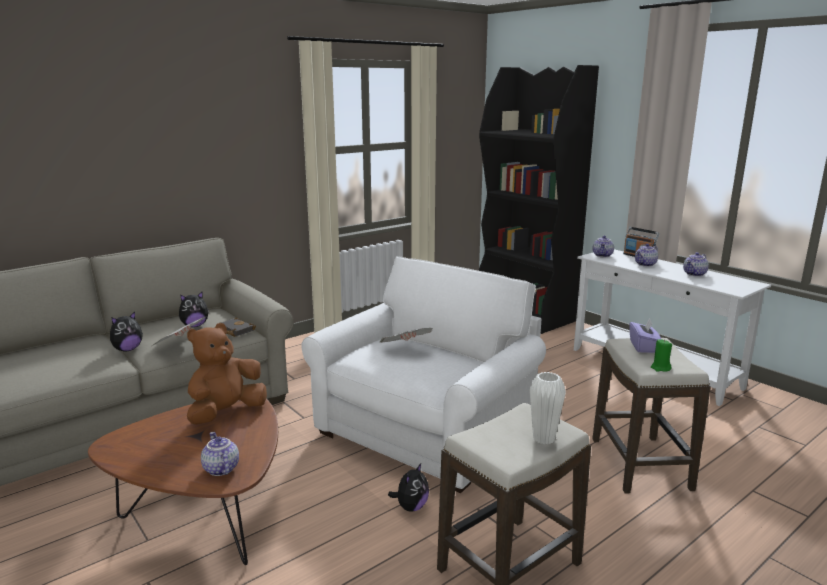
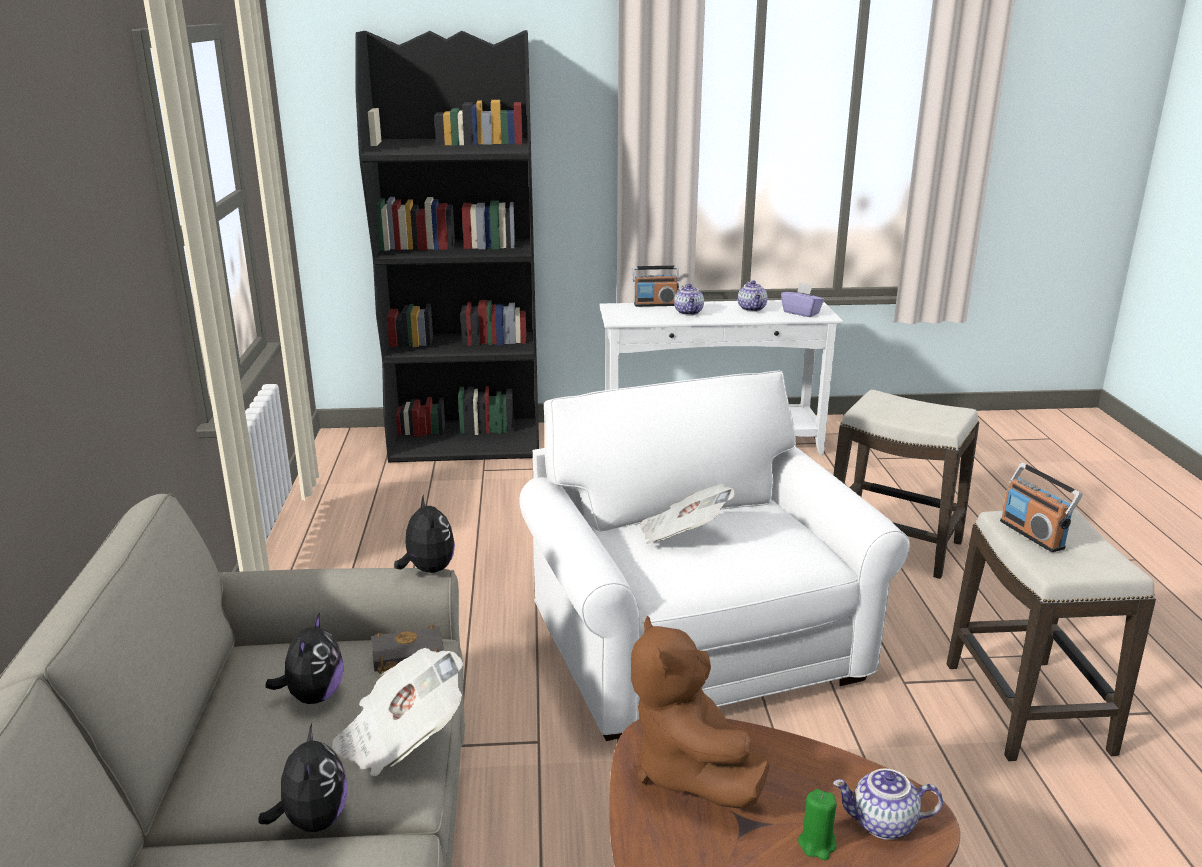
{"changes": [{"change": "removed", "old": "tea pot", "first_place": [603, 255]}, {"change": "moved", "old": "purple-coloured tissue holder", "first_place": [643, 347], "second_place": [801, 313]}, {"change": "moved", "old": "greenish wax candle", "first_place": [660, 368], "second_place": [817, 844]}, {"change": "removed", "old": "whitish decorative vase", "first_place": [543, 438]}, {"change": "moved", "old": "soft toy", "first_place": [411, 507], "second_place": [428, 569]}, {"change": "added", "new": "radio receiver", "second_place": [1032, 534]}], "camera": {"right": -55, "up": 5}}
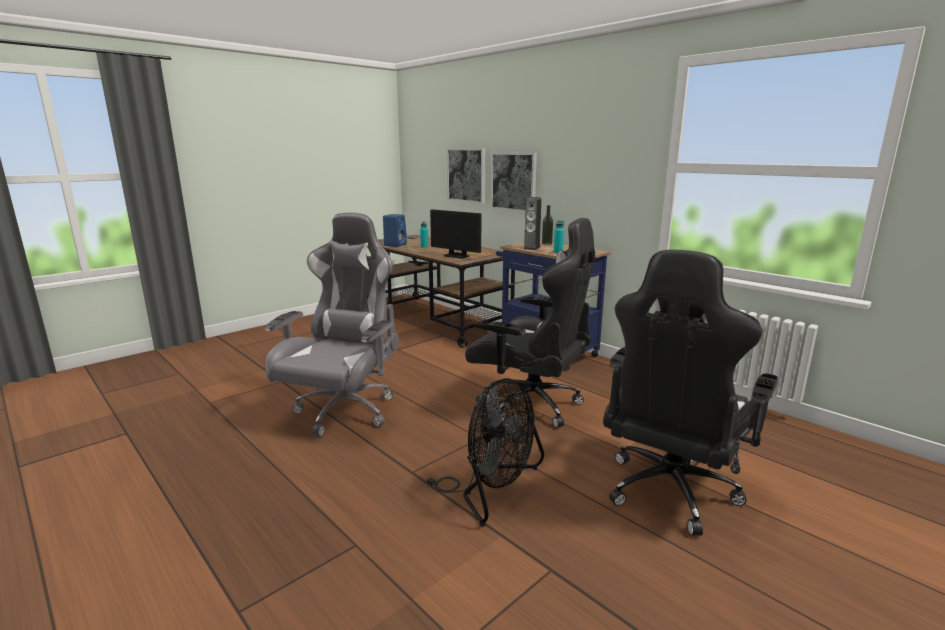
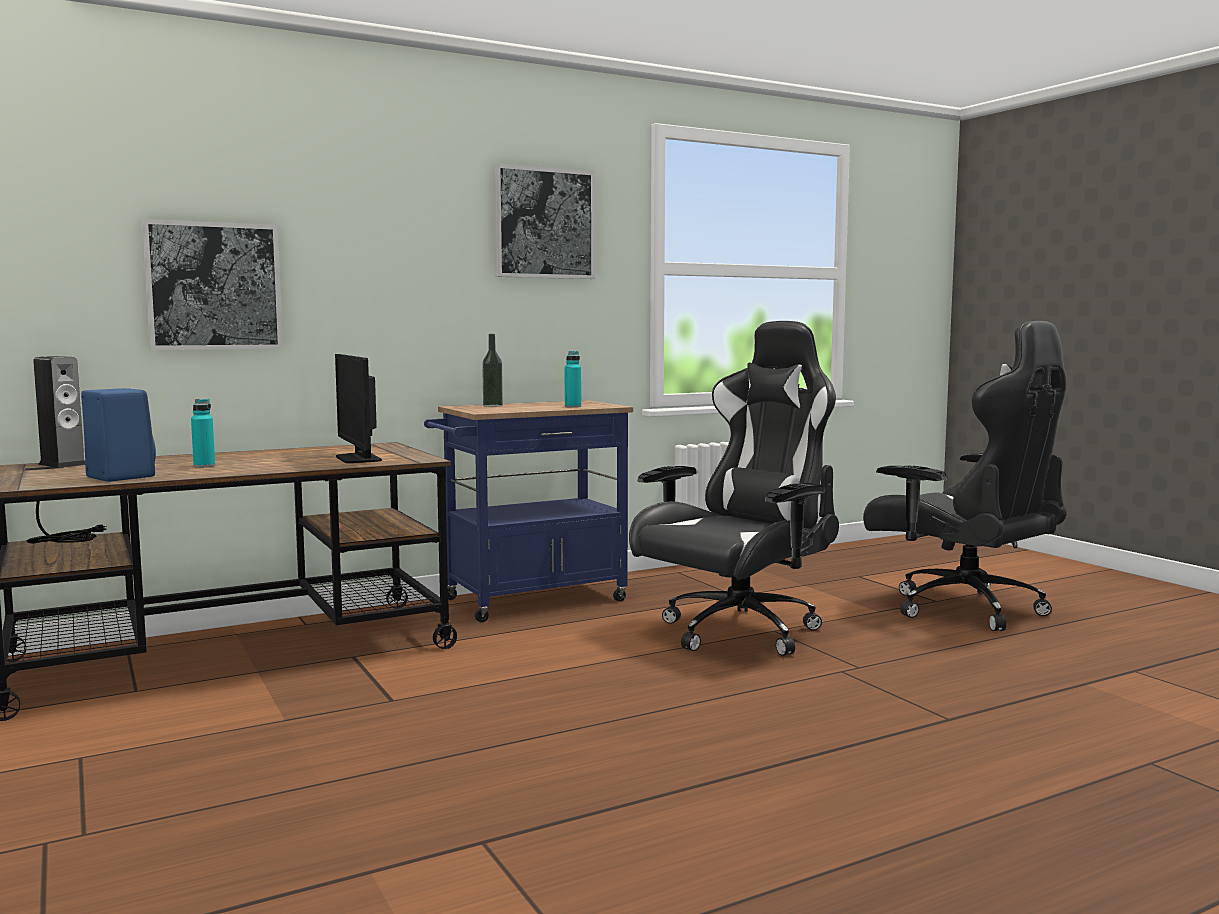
{"changes": [{"change": "moved", "old": "wall art", "first_place": [514, 181], "second_place": [544, 223]}, {"change": "moved", "old": "speaker", "first_place": [532, 248], "second_place": [62, 464]}, {"change": "turned", "old": "computer display", "first_place": [456, 256], "second_place": [358, 459], "degrees": 105}, {"change": "removed", "old": "greyish office chair", "first_place": [342, 414]}, {"change": "removed", "old": "black fan", "first_place": [490, 489]}], "camera": {"right": -75, "up": -10}}
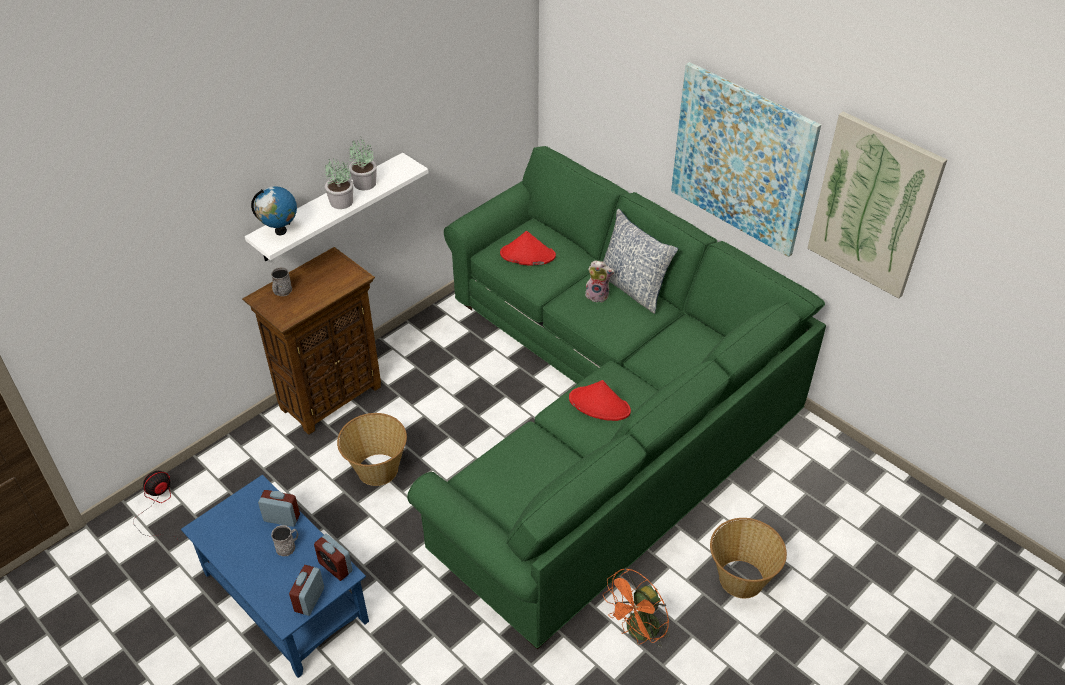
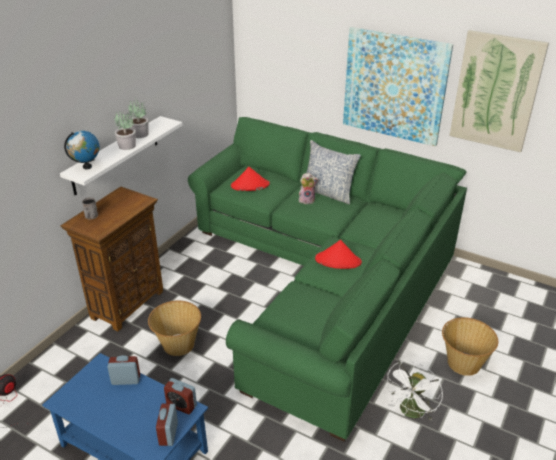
{"changes": [{"change": "removed", "old": "greyish coffee mug", "first_place": [288, 546]}, {"change": "recoloured", "old": "orange-coloured fan", "new": "whitish fan", "first_place": [638, 632], "second_place": [411, 413]}], "camera": {"right": -15, "up": -10}}
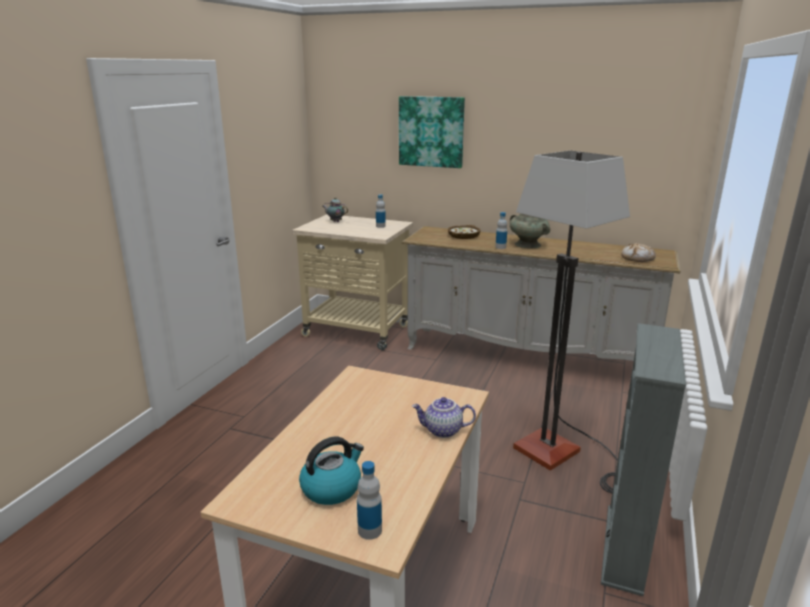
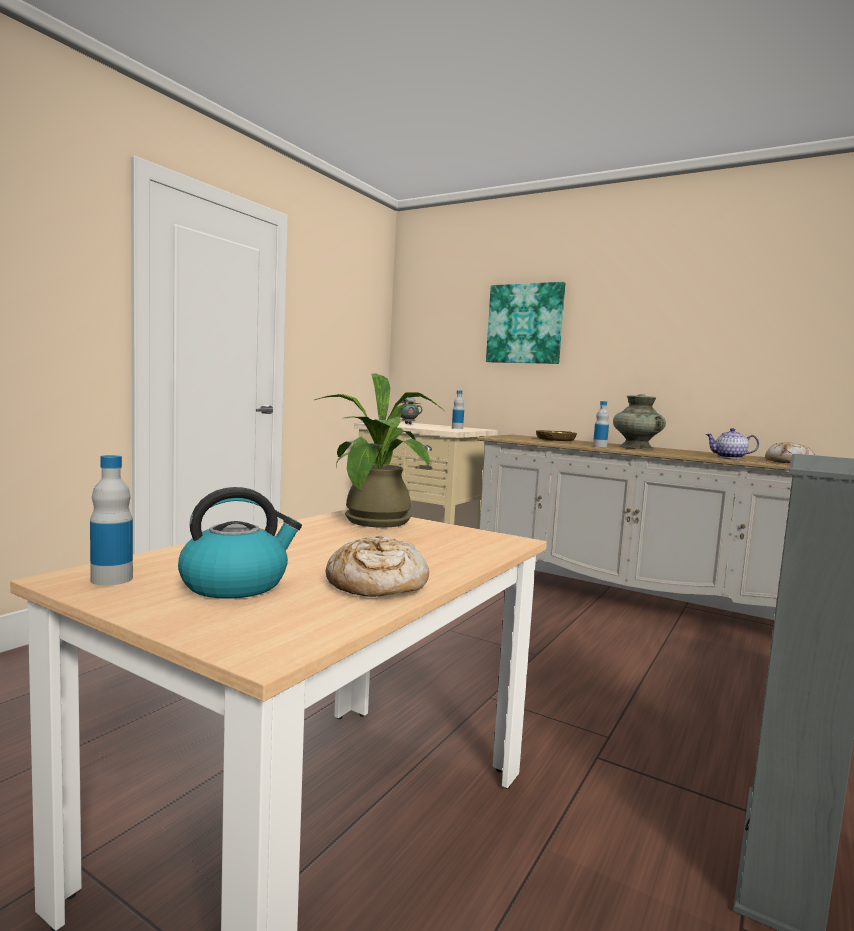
{"changes": [{"change": "removed", "old": "standing lamp", "first_place": [563, 456]}, {"change": "moved", "old": "tea pot", "first_place": [442, 431], "second_place": [729, 457]}, {"change": "moved", "old": "drink bottle", "first_place": [370, 530], "second_place": [112, 579]}, {"change": "added", "new": "houseplant", "second_place": [376, 523]}, {"change": "added", "new": "bakery bread", "second_place": [376, 584]}], "camera": {"right": 10, "up": -15}}
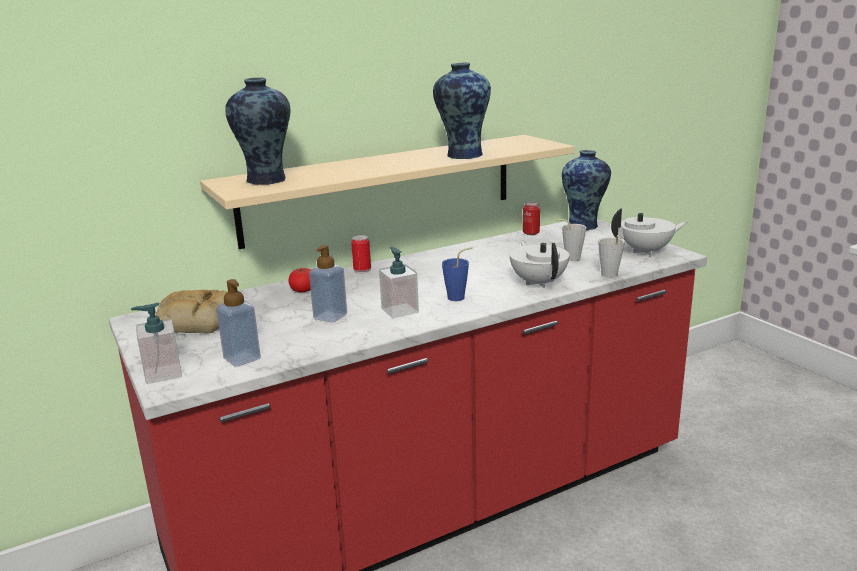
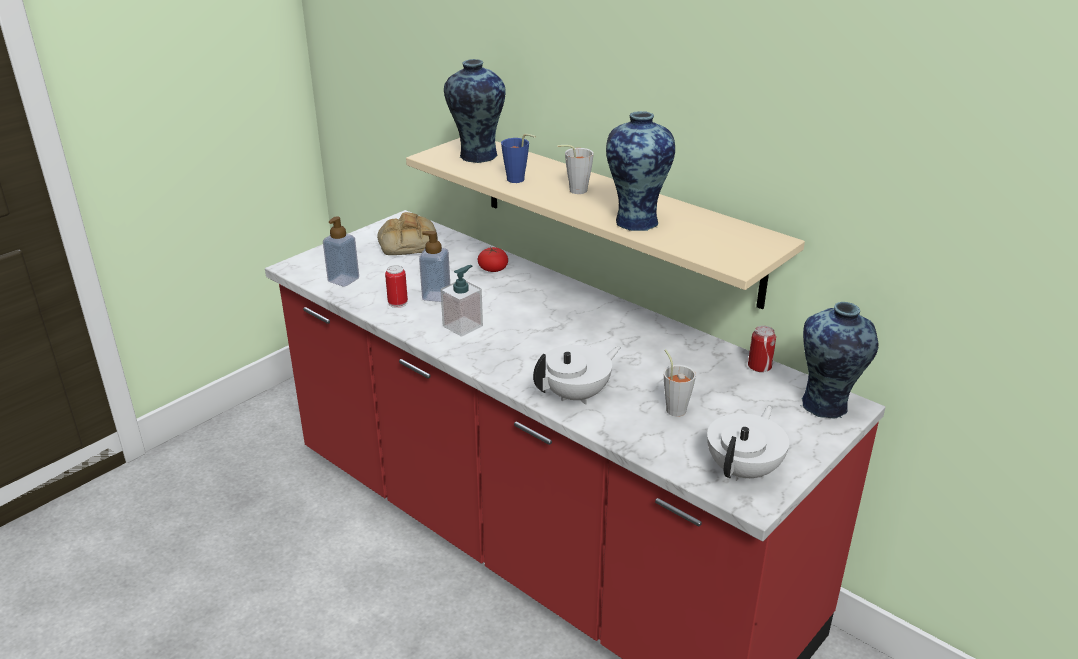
{"changes": [{"change": "turned", "old": "whitish tea pot", "first_place": [646, 251], "second_place": [744, 470], "degrees": -120}, {"change": "moved", "old": "can", "first_place": [362, 270], "second_place": [398, 303]}, {"change": "moved", "old": "greyish small cup", "first_place": [609, 276], "second_place": [574, 191]}, {"change": "moved", "old": "bluish small cup", "first_place": [459, 297], "second_place": [518, 180]}, {"change": "removed", "old": "soap dispenser", "first_place": [162, 373]}], "camera": {"right": 70, "up": 10}}
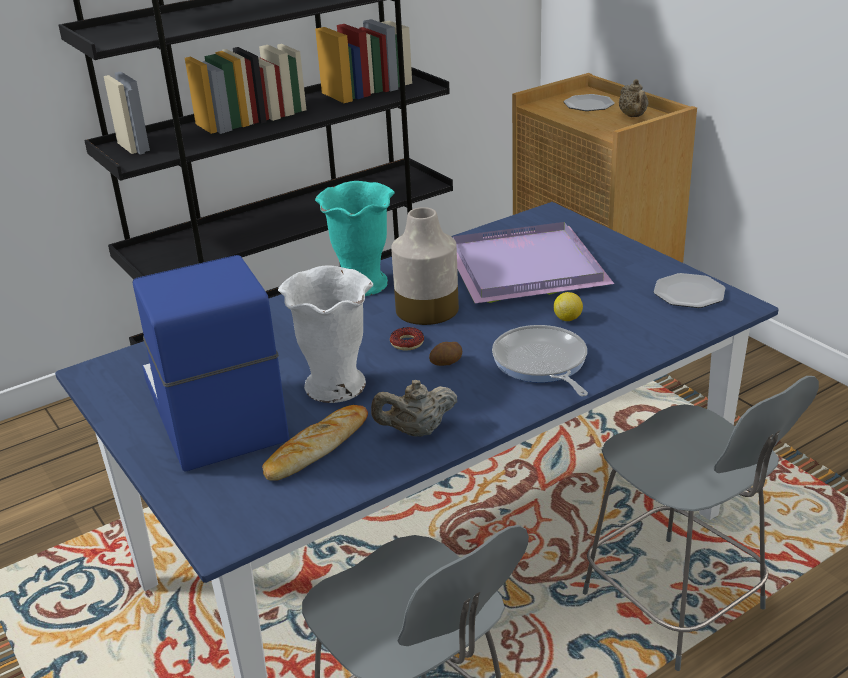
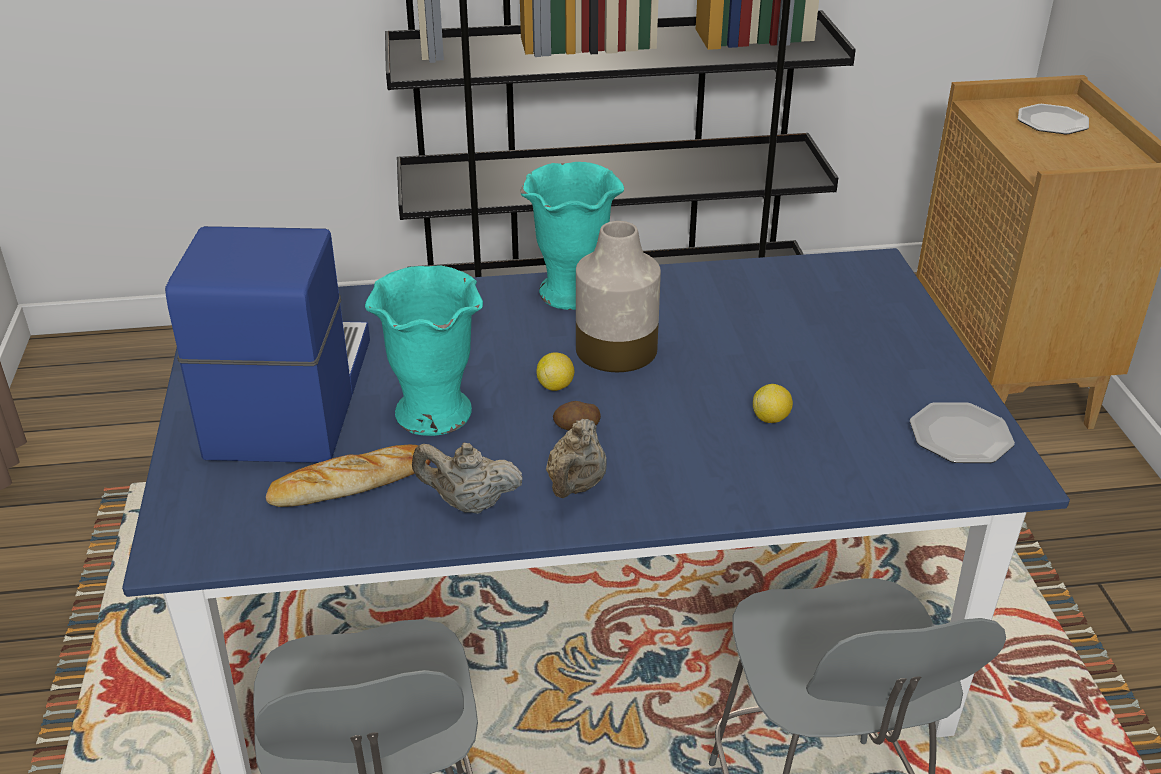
{"changes": [{"change": "moved", "old": "beige tea pot", "first_place": [633, 116], "second_place": [575, 486]}, {"change": "removed", "old": "purple-coloured serving tray", "first_place": [527, 266]}, {"change": "recoloured", "old": "whitish decorative vase", "new": "turquoise decorative vase", "first_place": [336, 386], "second_place": [434, 413]}, {"change": "removed", "old": "skillet", "first_place": [541, 363]}, {"change": "replaced", "old": "donut", "new": "lemon", "first_place": [407, 343], "second_place": [555, 386]}], "camera": {"right": 25, "up": 5}}
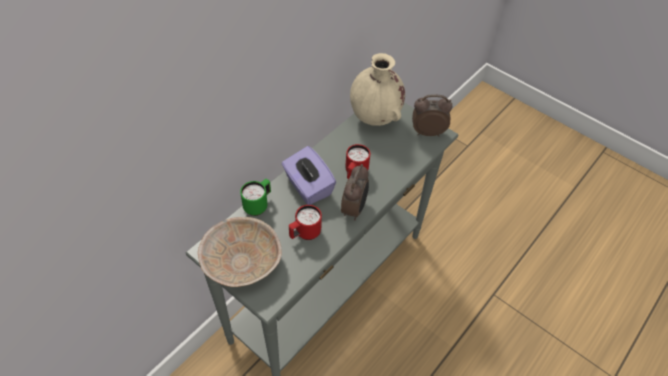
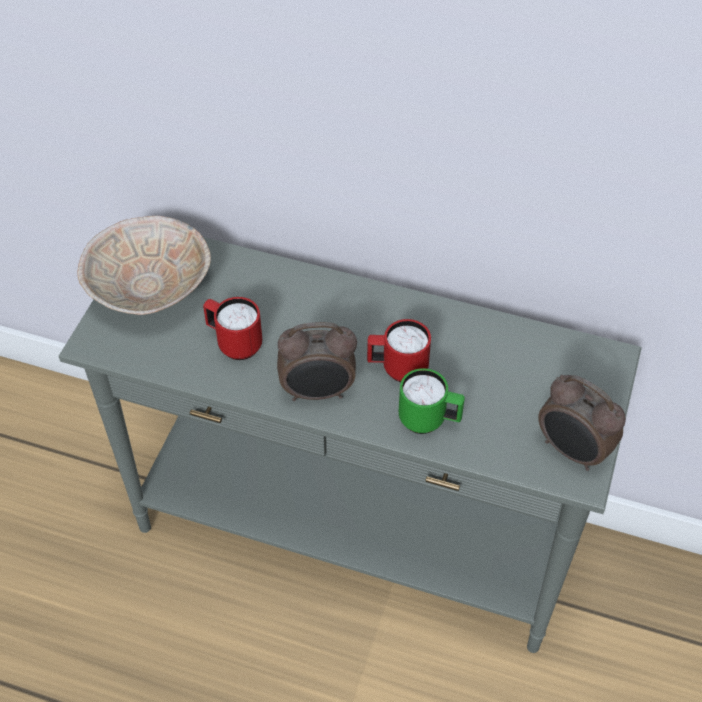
{"changes": [{"change": "removed", "old": "beige decorative vase", "first_place": [375, 119]}, {"change": "turned", "old": "table clock", "first_place": [427, 132], "second_place": [572, 451], "degrees": 150}, {"change": "removed", "old": "purple-coloured tissue holder", "first_place": [308, 187]}, {"change": "moved", "old": "greenish coffee mug", "first_place": [258, 205], "second_place": [429, 421]}], "camera": {"right": 70, "up": 0}}
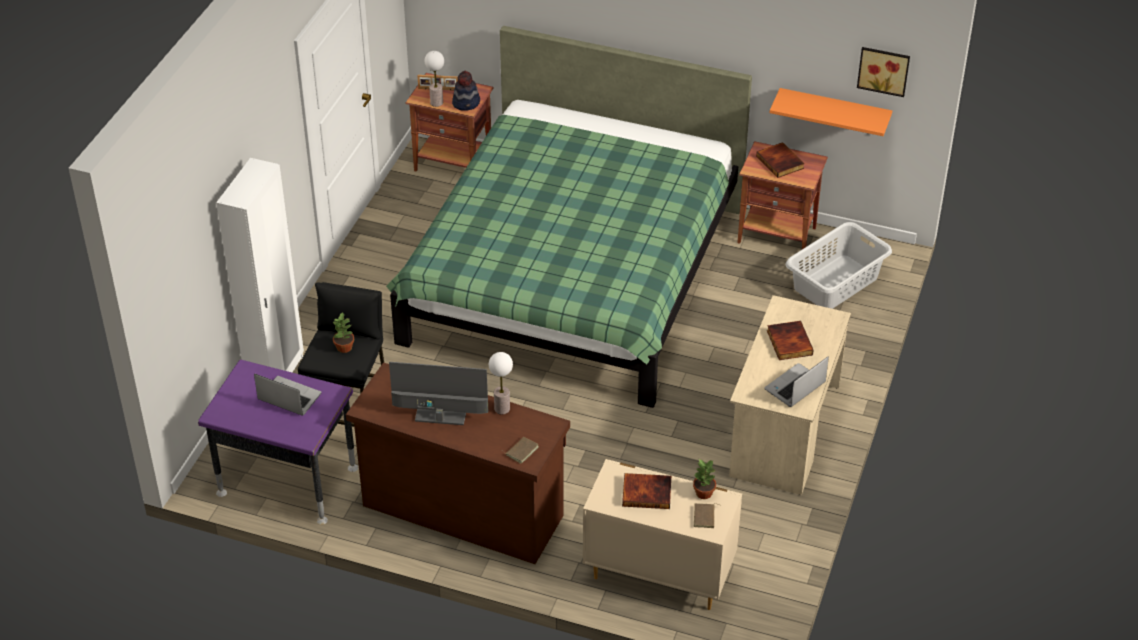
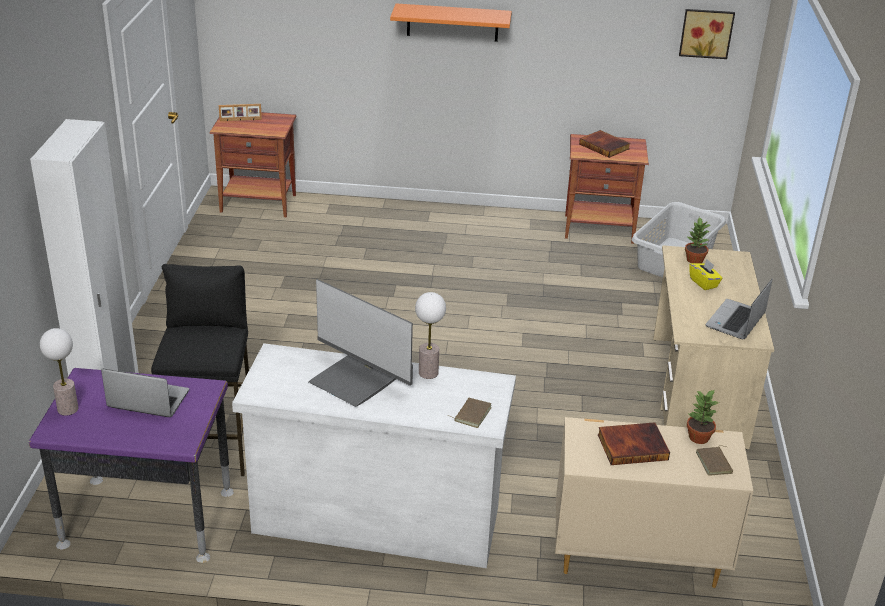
{"changes": [{"change": "removed", "old": "greenish bed", "first_place": [572, 275]}, {"change": "moved", "old": "lamp for a table", "first_place": [437, 102], "second_place": [68, 409]}, {"change": "removed", "old": "clothing hat", "first_place": [466, 103]}, {"change": "moved", "old": "orange-coloured wall shelf", "first_place": [834, 111], "second_place": [452, 22]}, {"change": "moved", "old": "houseplant", "first_place": [344, 348], "second_place": [694, 260]}, {"change": "replaced", "old": "bound book", "new": "yellow tissue holder", "first_place": [788, 342], "second_place": [704, 283]}, {"change": "recoloured", "old": "brownish drawer chest", "new": "whitish drawer chest", "first_place": [465, 507], "second_place": [378, 516]}, {"change": "turned", "old": "computer display", "first_place": [442, 407], "second_place": [354, 381], "degrees": -135}], "camera": {"right": -15, "up": -10}}
